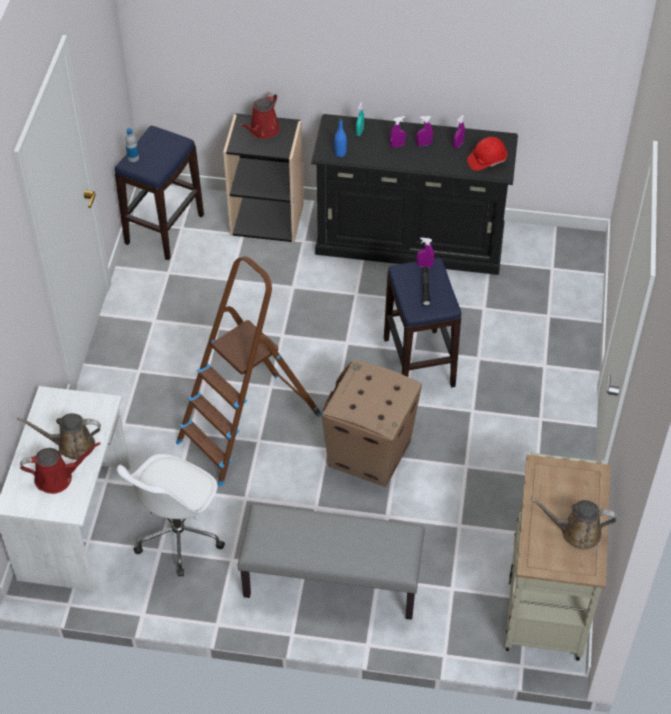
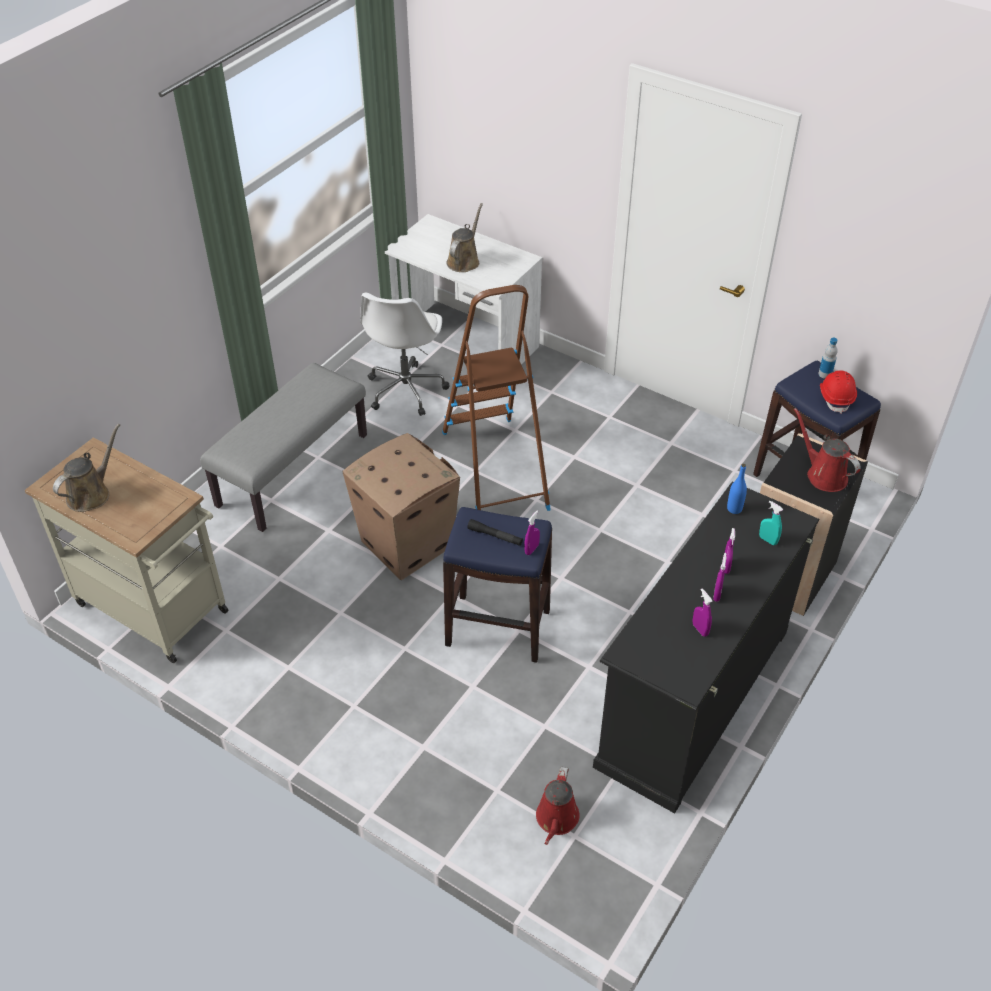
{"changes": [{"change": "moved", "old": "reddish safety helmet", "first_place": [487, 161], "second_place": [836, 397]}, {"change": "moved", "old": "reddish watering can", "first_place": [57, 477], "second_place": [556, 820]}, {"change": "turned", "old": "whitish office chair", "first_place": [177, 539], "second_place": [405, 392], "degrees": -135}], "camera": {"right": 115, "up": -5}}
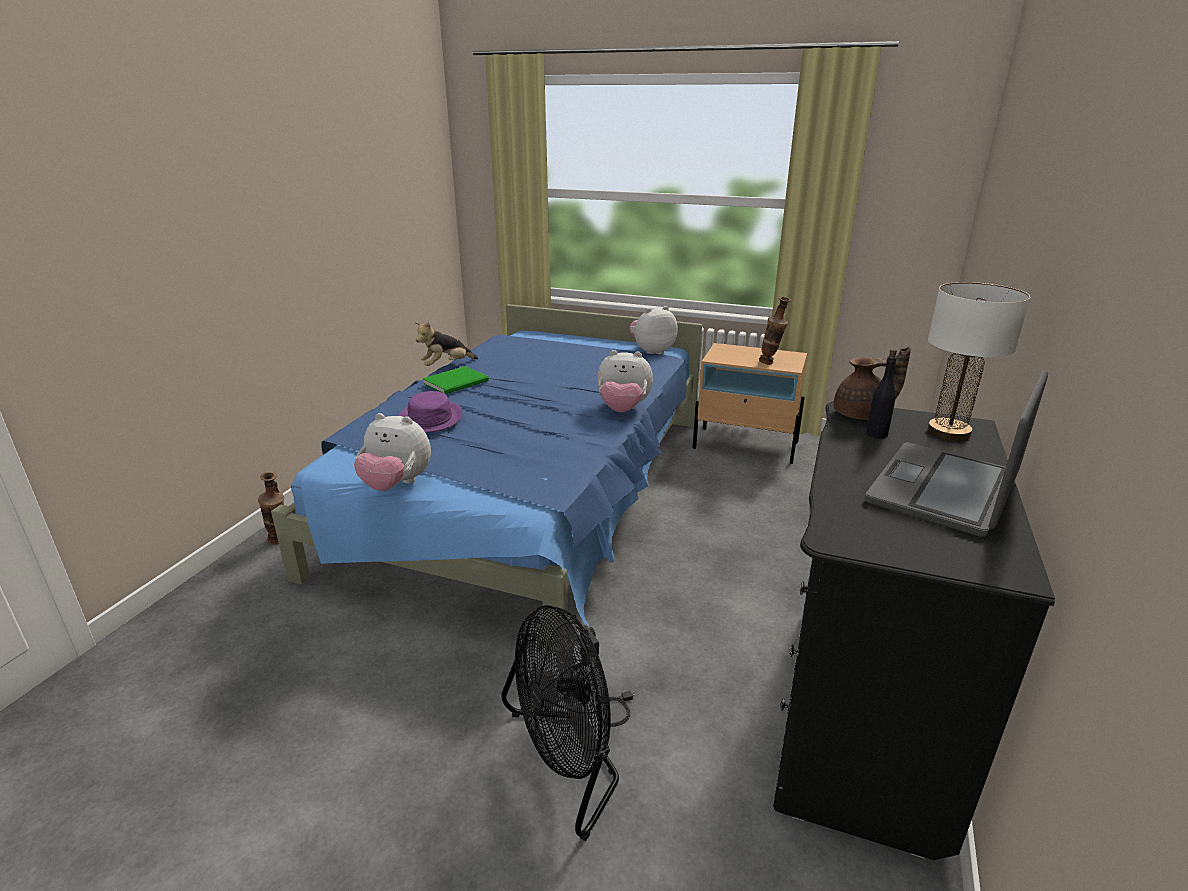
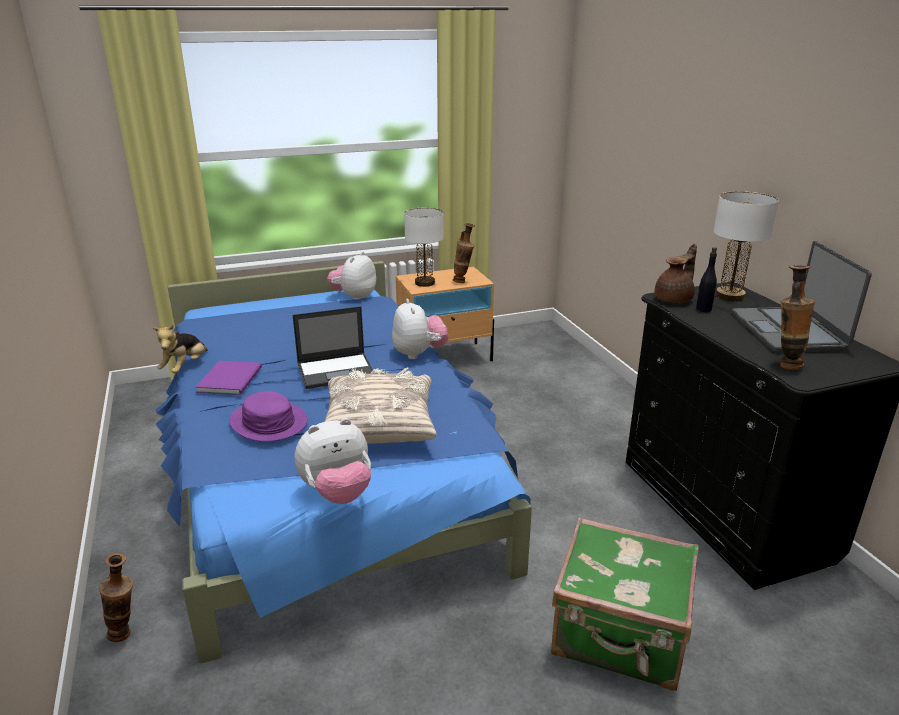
{"changes": [{"change": "turned", "old": "soft toy", "first_place": [623, 410], "second_place": [419, 354], "degrees": -75}, {"change": "recoloured", "old": "greenish bound book", "new": "purple-coloured bound book", "first_place": [458, 382], "second_place": [232, 379]}, {"change": "replaced", "old": "black fan", "new": "greenish piece of luggage", "first_place": [573, 753], "second_place": [620, 635]}, {"change": "added", "new": "lamp for a table", "second_place": [424, 283]}, {"change": "added", "new": "decorative vase", "second_place": [785, 364]}, {"change": "added", "new": "laptop", "second_place": [337, 371]}, {"change": "added", "new": "beige pillow", "second_place": [379, 428]}], "camera": {"right": -40, "up": 0}}
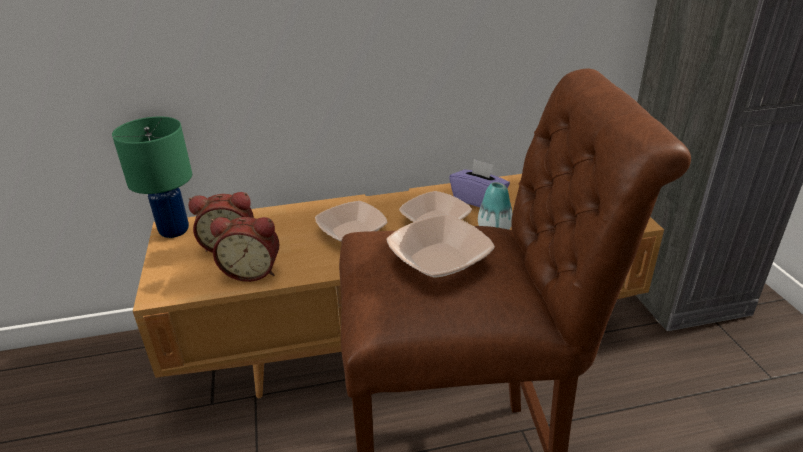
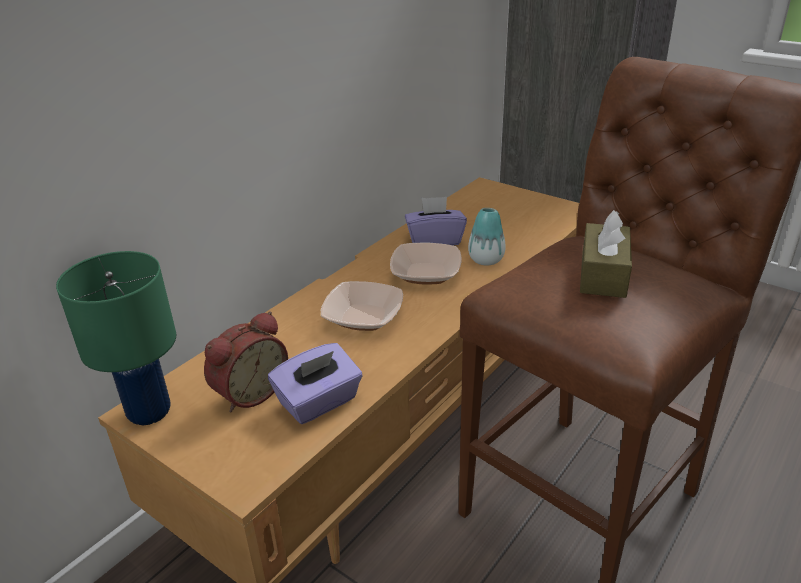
{"changes": [{"change": "replaced", "old": "serving bowl", "new": "brownish tissue holder", "first_place": [439, 260], "second_place": [603, 274]}, {"change": "replaced", "old": "table clock", "new": "purple-coloured tissue holder", "first_place": [252, 271], "second_place": [319, 402]}], "camera": {"right": -40, "up": 0}}
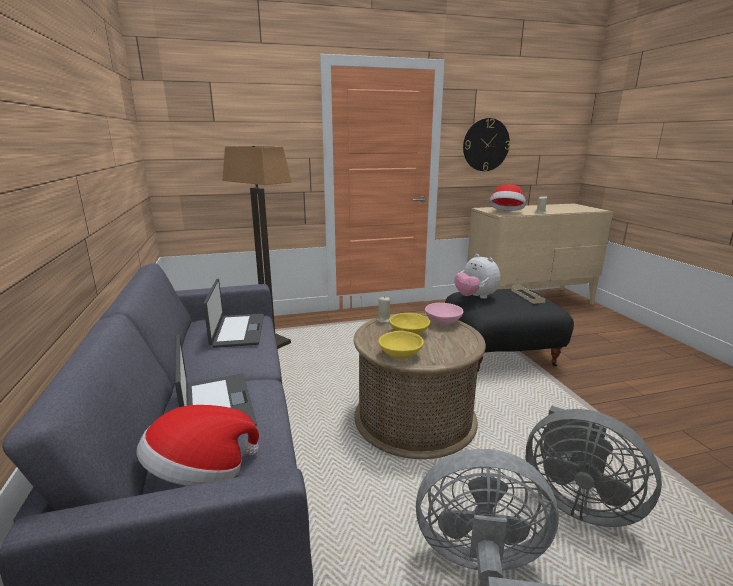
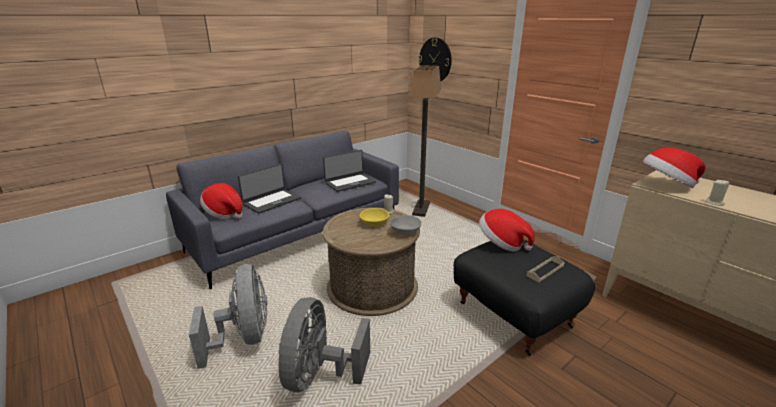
{"changes": [{"change": "moved", "old": "hanging clock", "first_place": [486, 145], "second_place": [435, 60]}, {"change": "replaced", "old": "soft toy", "new": "clothing hat", "first_place": [475, 297], "second_place": [502, 243]}, {"change": "recoloured", "old": "pink serving bowl", "new": "greyish serving bowl", "first_place": [443, 322], "second_place": [405, 231]}, {"change": "removed", "old": "yellow serving bowl", "first_place": [401, 354]}], "camera": {"right": 65, "up": 5}}
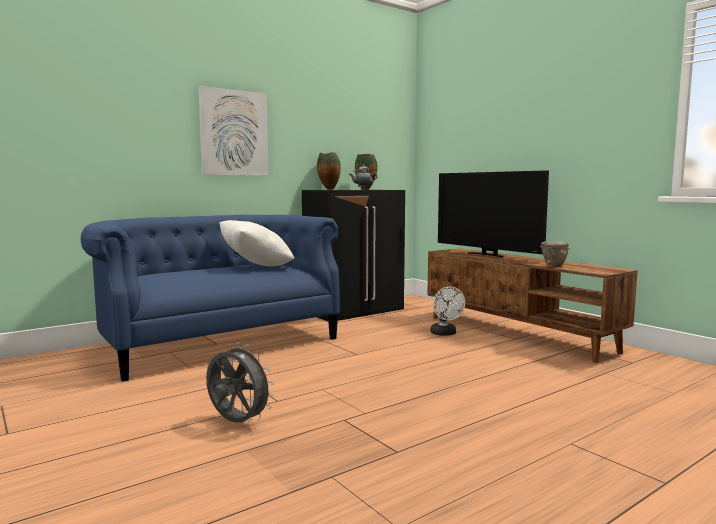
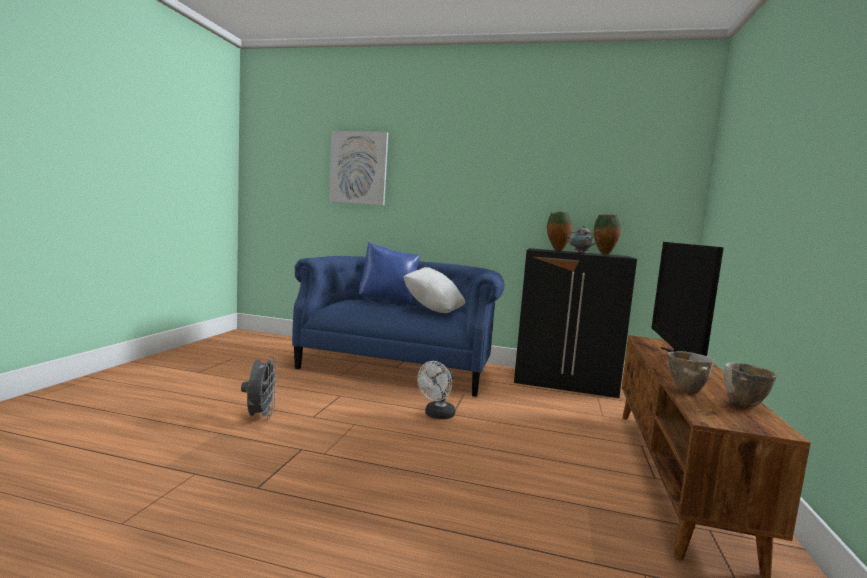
{"changes": [{"change": "moved", "old": "wall art", "first_place": [233, 133], "second_place": [358, 168]}, {"change": "moved", "old": "whitish fan", "first_place": [445, 334], "second_place": [437, 415]}, {"change": "added", "new": "bluish pillow", "second_place": [388, 302]}, {"change": "added", "new": "serving bowl", "second_place": [742, 405]}], "camera": {"right": 50, "up": 0}}
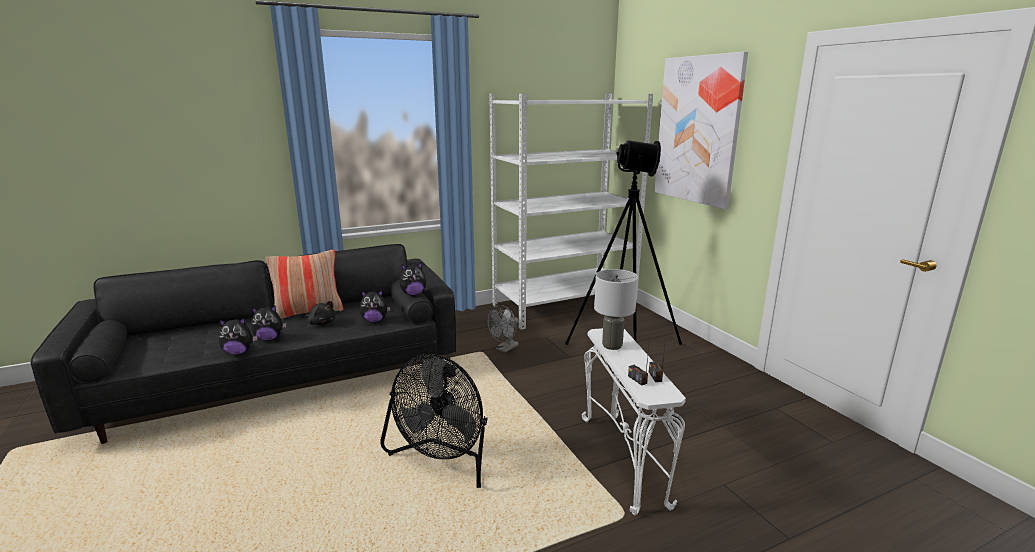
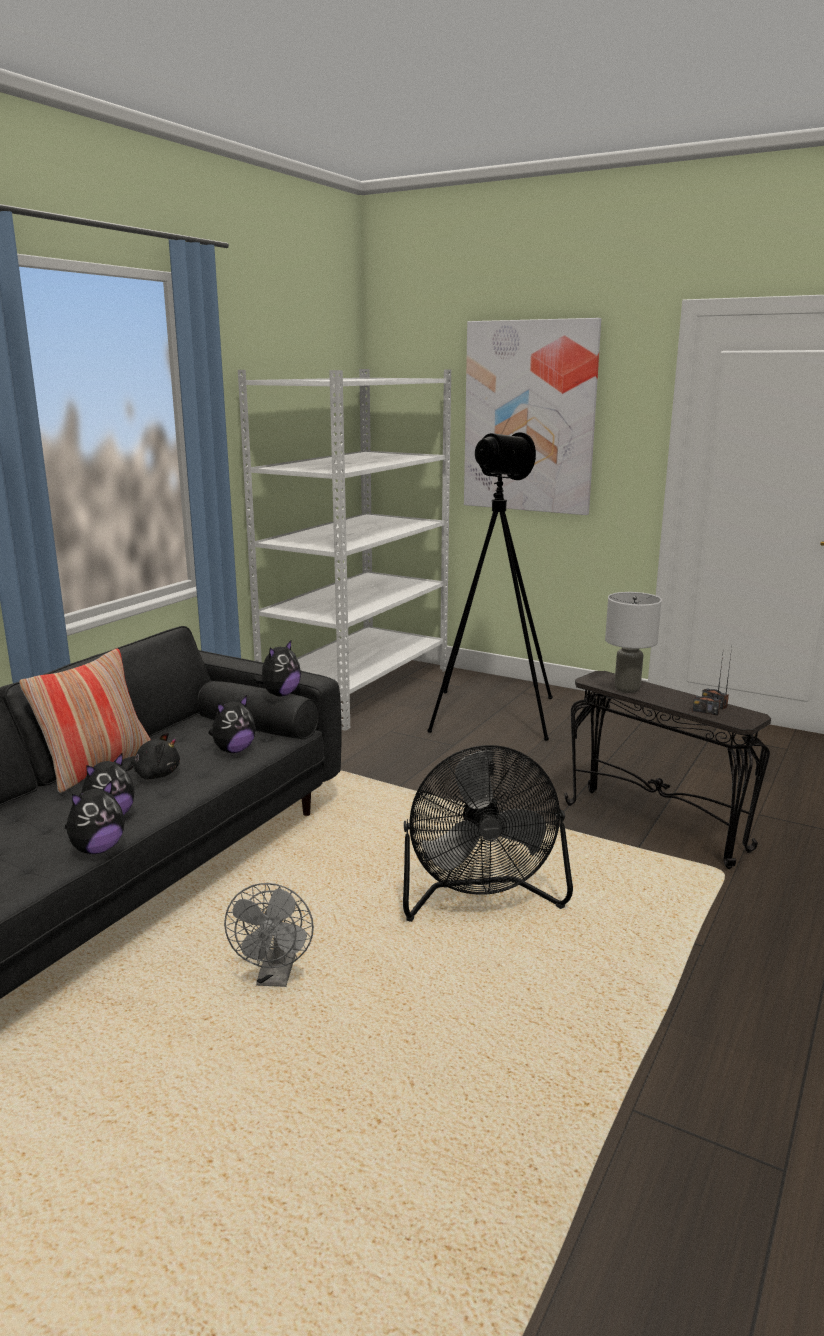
{"changes": [{"change": "moved", "old": "greyish fan", "first_place": [505, 349], "second_place": [275, 978]}, {"change": "recoloured", "old": "whitish side table", "new": "black side table", "first_place": [623, 460], "second_place": [654, 827]}], "camera": {"right": -35, "up": 0}}
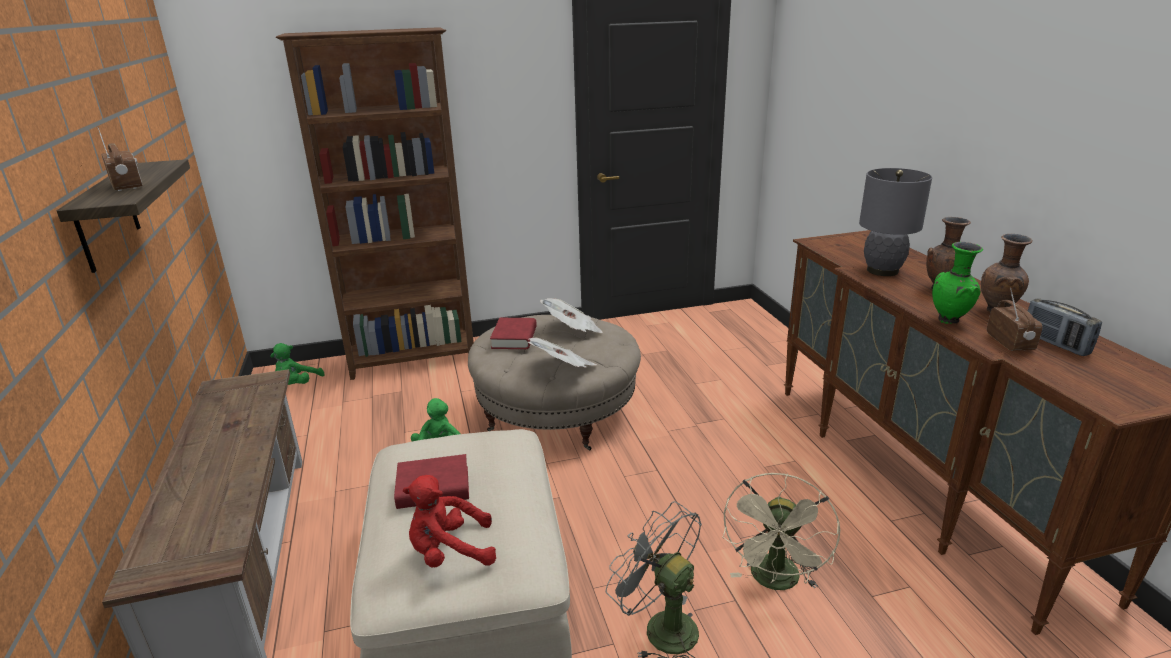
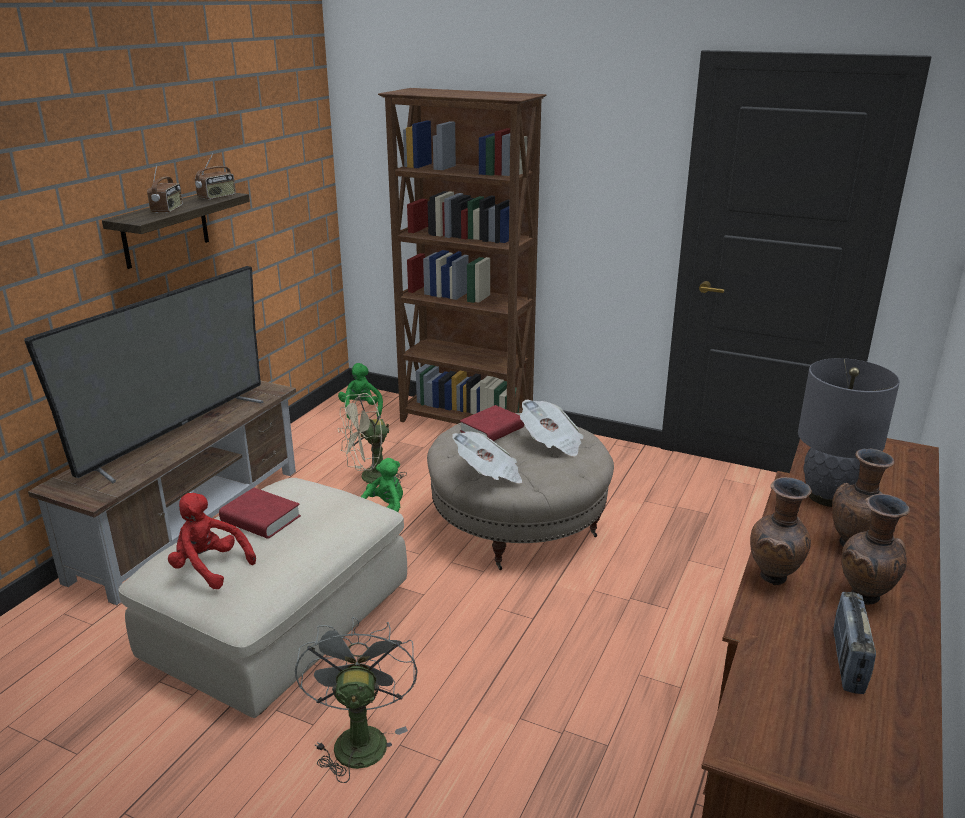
{"changes": [{"change": "recoloured", "old": "greenish decorative vase", "new": "brownish decorative vase", "first_place": [950, 321], "second_place": [774, 579]}, {"change": "moved", "old": "radio receiver", "first_place": [1010, 342], "second_place": [217, 197]}, {"change": "turned", "old": "greenish soft toy", "first_place": [297, 385], "second_place": [361, 410], "degrees": 105}, {"change": "moved", "old": "beige fan", "first_place": [775, 582], "second_place": [371, 479]}, {"change": "added", "new": "TV set", "second_place": [177, 434]}], "camera": {"right": 40, "up": 0}}
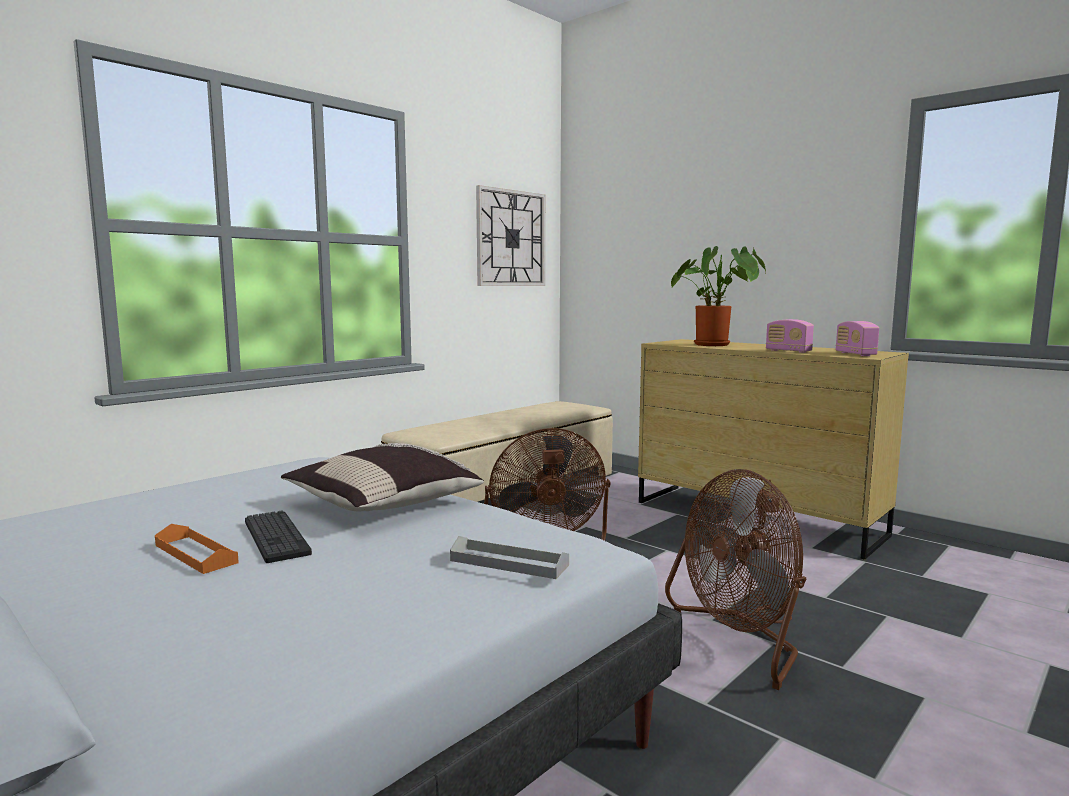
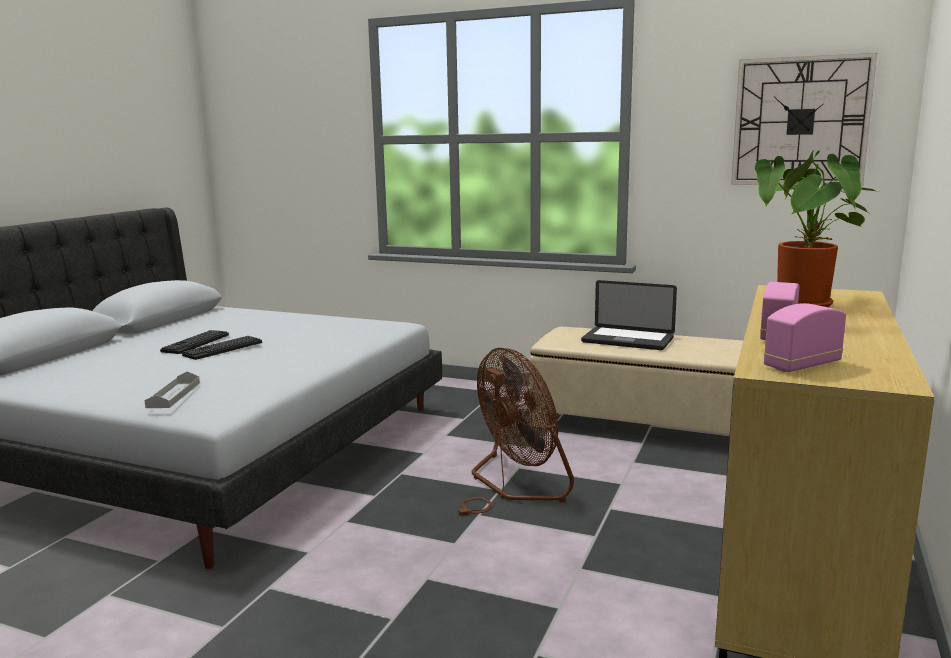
{"changes": [{"change": "removed", "old": "pillow", "first_place": [383, 503]}, {"change": "removed", "old": "brownish fan", "first_place": [744, 636]}, {"change": "replaced", "old": "orange-coloured serving tray", "new": "PC keyboard", "first_place": [195, 554], "second_place": [196, 343]}, {"change": "added", "new": "laptop", "second_place": [627, 340]}], "camera": {"right": 70, "up": 5}}
